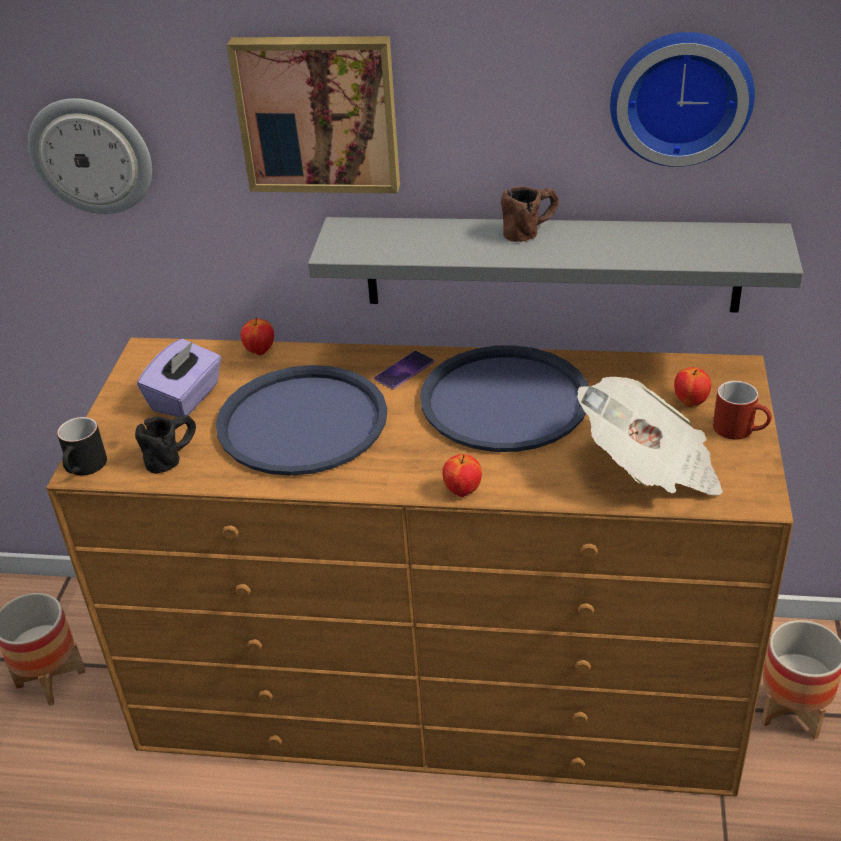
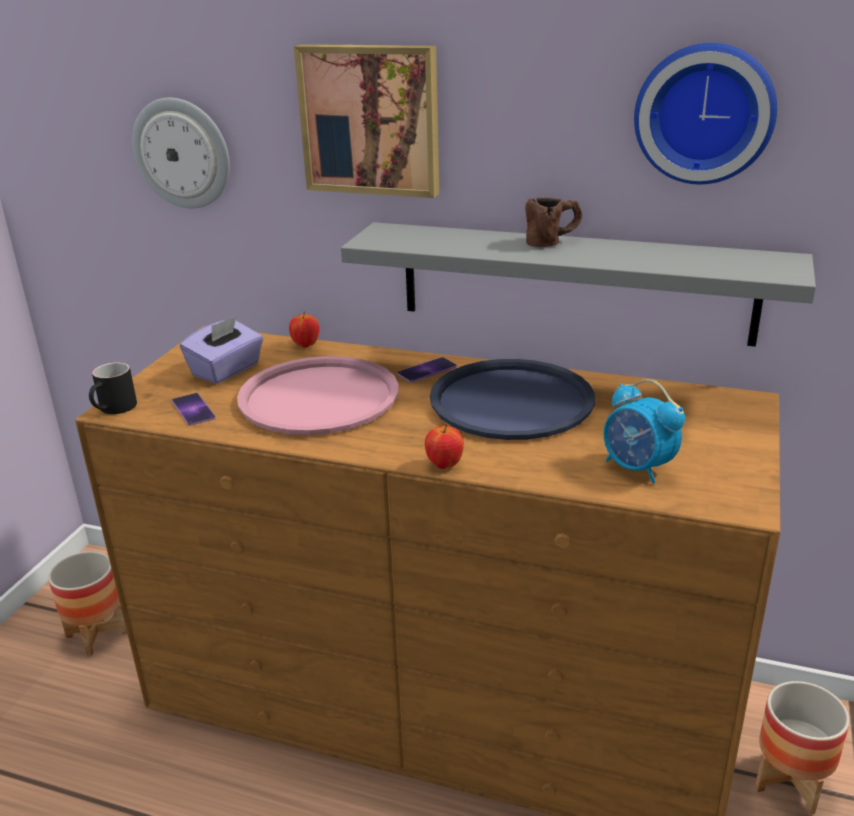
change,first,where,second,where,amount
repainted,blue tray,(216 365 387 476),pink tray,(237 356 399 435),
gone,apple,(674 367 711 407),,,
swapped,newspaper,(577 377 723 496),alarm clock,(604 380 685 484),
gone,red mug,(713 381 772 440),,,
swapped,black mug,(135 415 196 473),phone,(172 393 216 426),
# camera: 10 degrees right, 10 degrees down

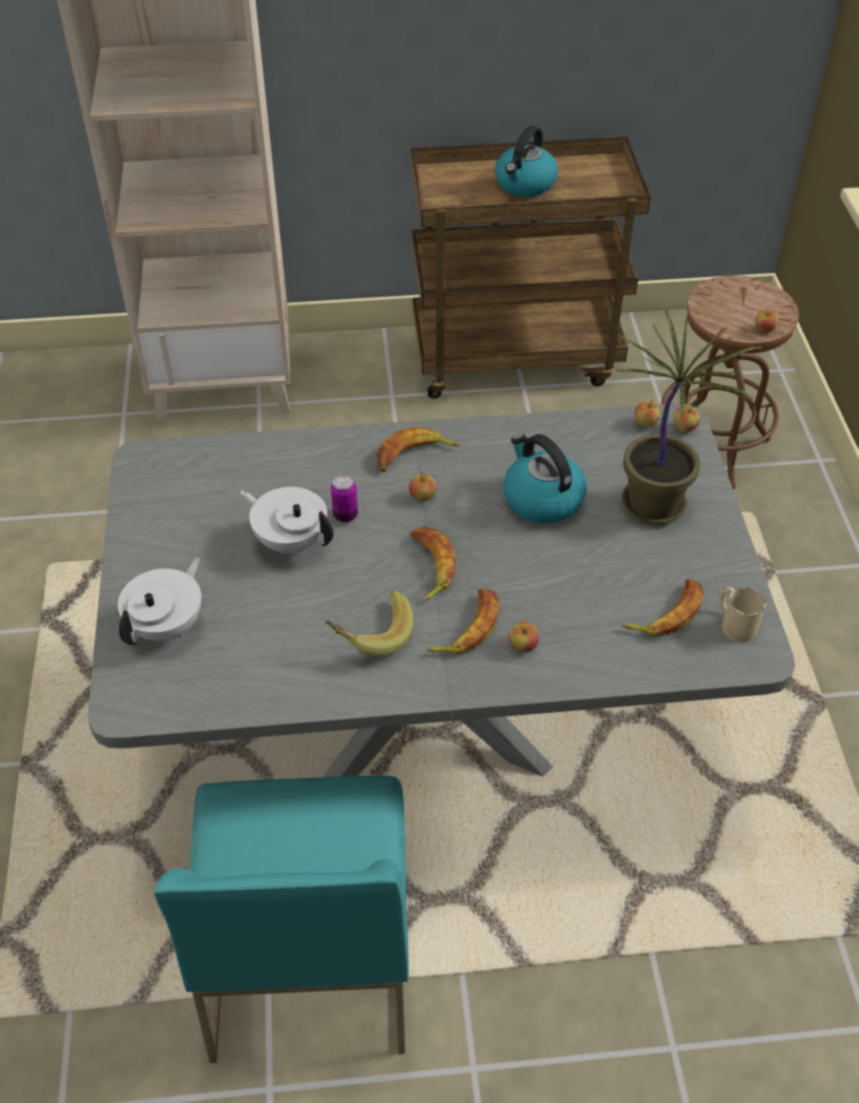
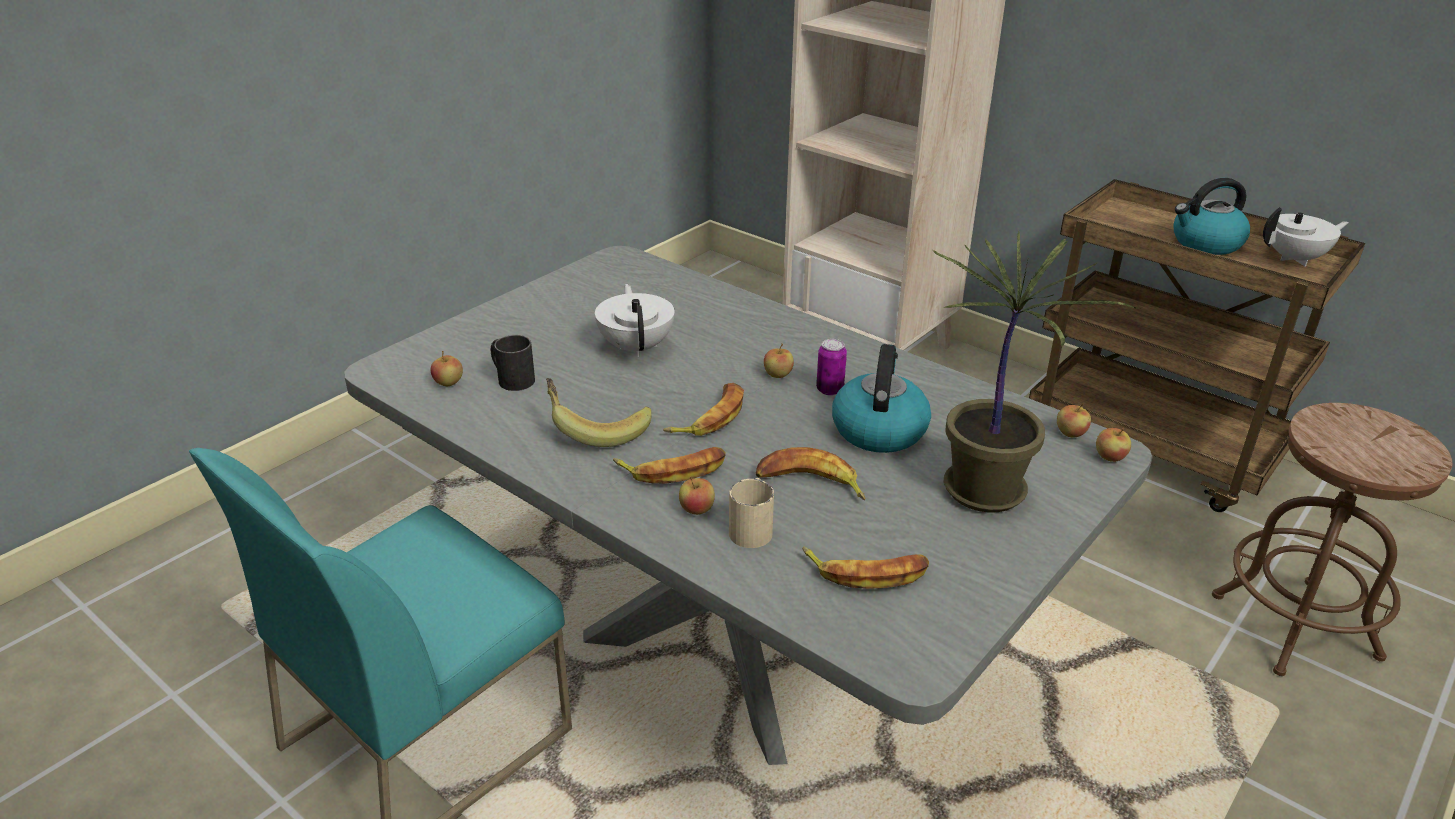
change,first,where,second,where,amount
shifted,apple,(756 309 779 333),,(431 351 463 386),
shifted,banana,(376 427 460 472),,(756 447 866 500),
shifted,can,(331 475 358 522),,(816 339 847 396),
shifted,white teapot,(118 557 202 645),,(1263 207 1349 266),
shifted,beige mug,(719 587 766 642),,(729 478 774 548),
new,,,black mug,(491 335 535 391),
# camera: 45 degrees right, 15 degrees down

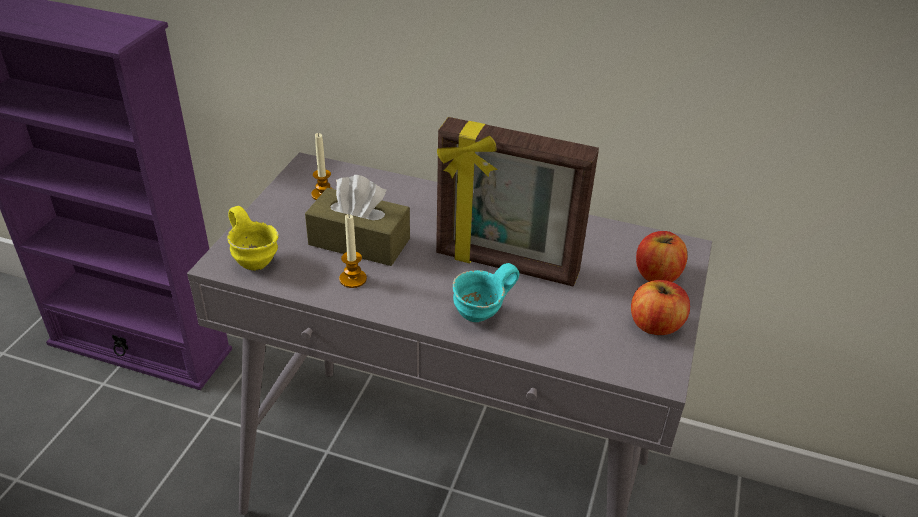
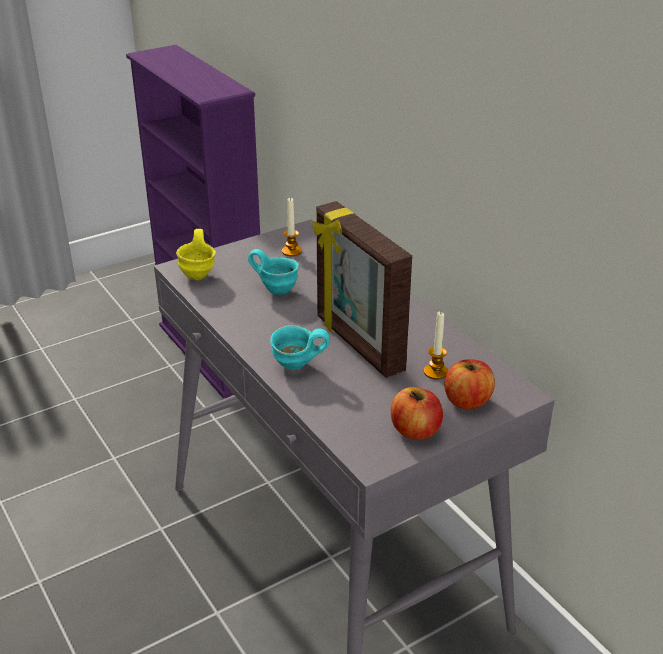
change,first,where,second,where,amount
swapped,brown tissue box,(305 175 410 266),turquoise mug,(248 249 299 295),
shifted,candle,(339 214 367 288),,(424 312 448 380),
# camera: 40 degrees right, 5 degrees down

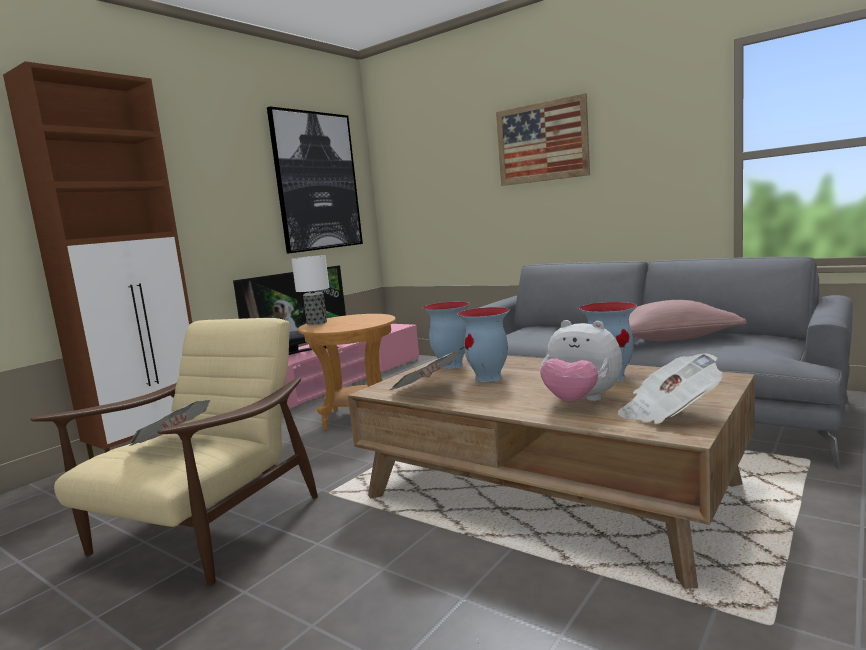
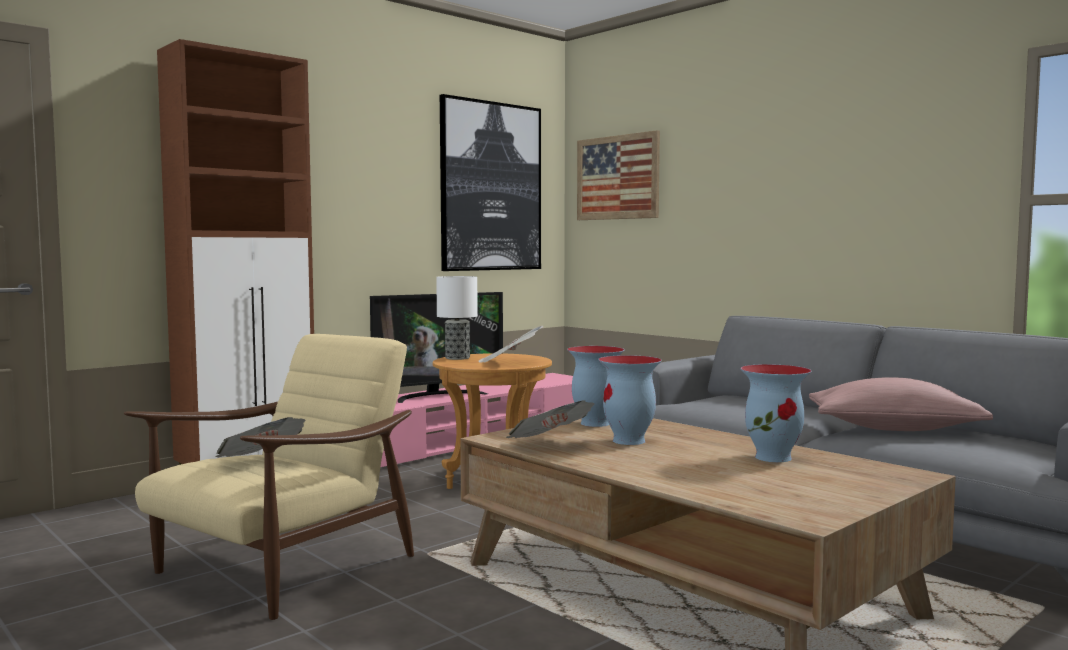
change,first,where,second,where,amount
shifted,picture,(496 93 590 186),,(577 130 660 220),
gone,plush toy,(540 320 622 402),,,
shifted,newspaper,(618 353 723 424),,(479 326 543 363),
# camera: 10 degrees right, 5 degrees down

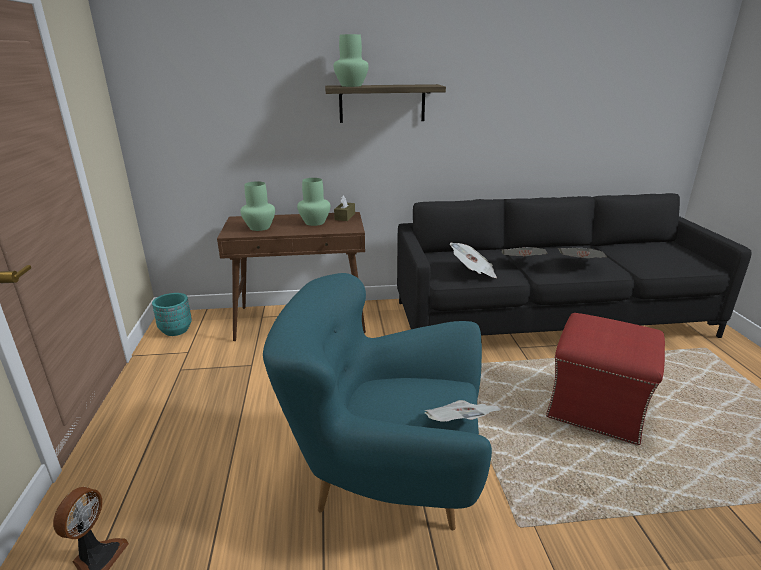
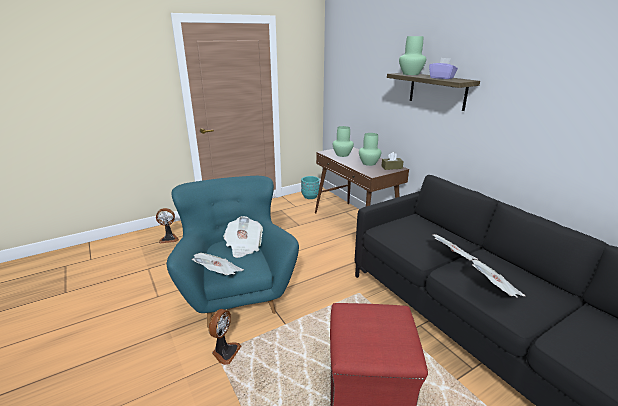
change,first,where,second,where,amount
shifted,newspaper,(450 243 497 278),,(223 216 263 258),
new,,,purple tissue box,(429 58 458 79),
new,,,fan,(208 309 241 365),
# camera: 65 degrees right, 0 degrees up

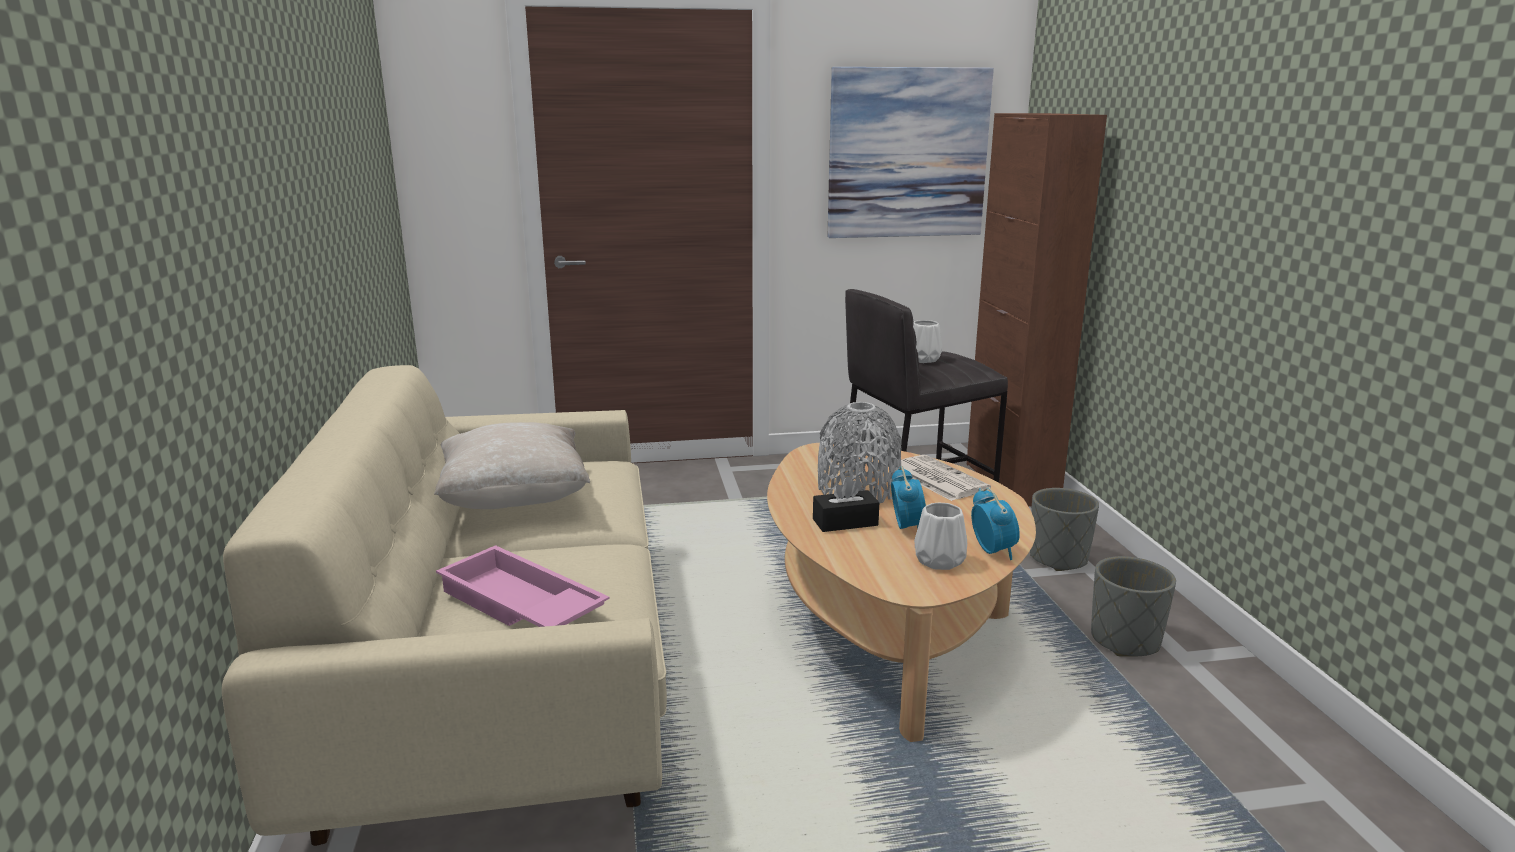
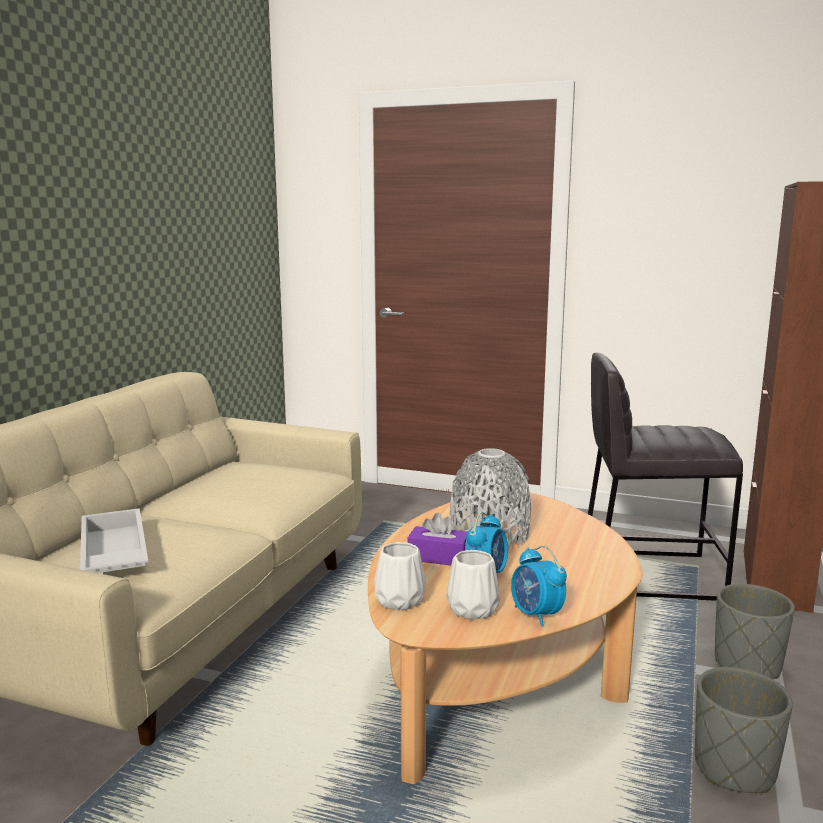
change,first,where,second,where,amount
gone,picture,(827 67 994 238),,,
shifted,white vase,(913 320 942 363),,(374 542 426 610),
gone,beige pillow,(434 422 590 509),,,
gone,newspaper,(901 455 991 501),,,
repainted,black tissue box,(813 476 879 532),purple tissue box,(408 513 468 565),
rotated,alarm clock,(971 488 1020 560),,(511 546 567 627),135 degrees clockwise
repainted,pink tray,(436 545 610 627),white tray,(80 508 148 573),
# camera: 30 degrees right, 5 degrees down

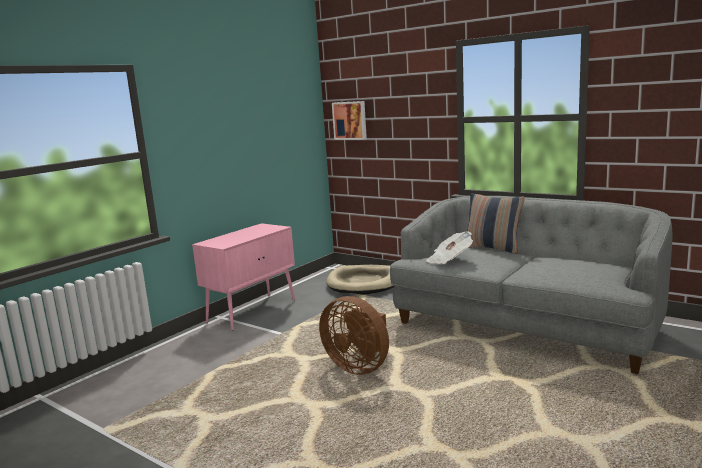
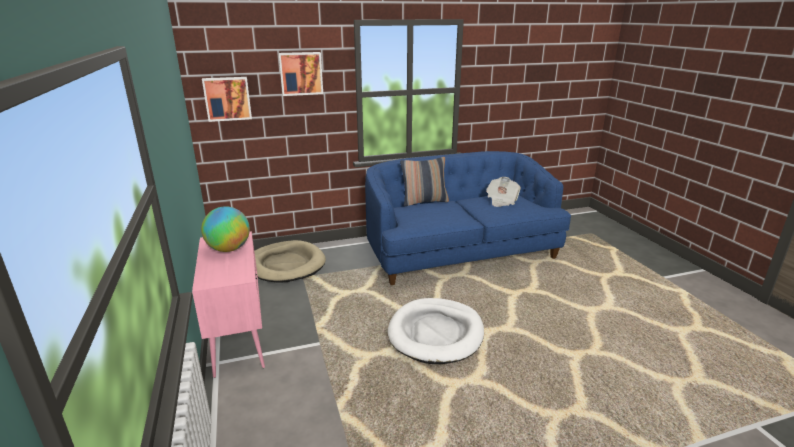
change,first,where,second,where,amount
repainted,grey sofa,(390 196 672 374),blue sofa,(365 151 571 285),
shifted,newspaper,(426 231 473 264),,(486 177 521 207),
swapped,brown fan,(319 296 389 375),white dog bed,(388 298 484 364),
new,,,picture,(278 52 323 96),
new,,,globe,(201 206 250 252),
# camera: 55 degrees left, 10 degrees up

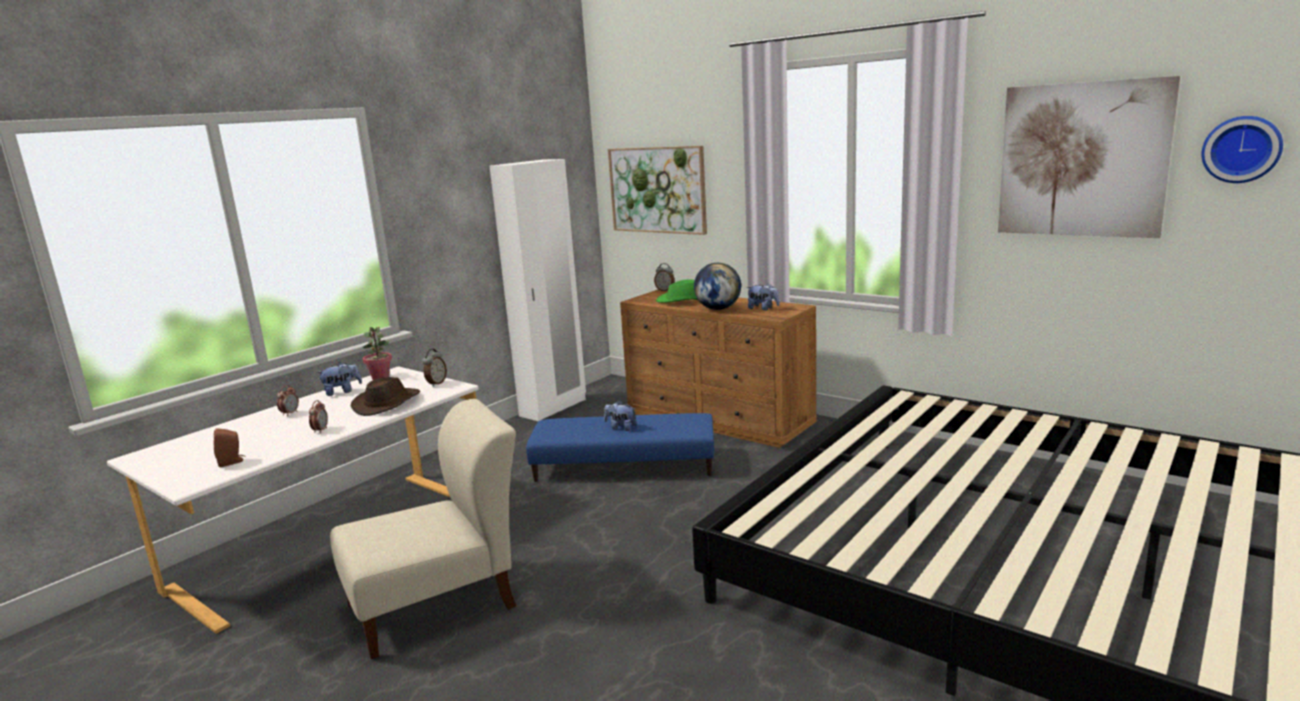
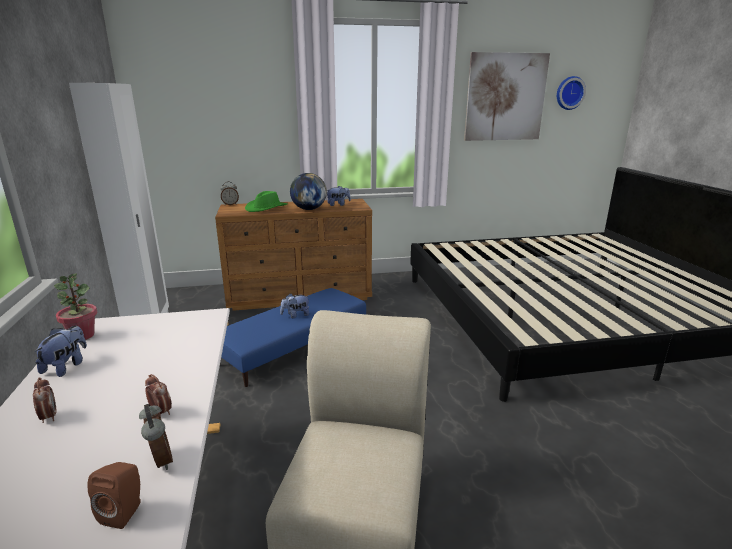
change,first,where,second,where,amount
gone,picture,(608 146 707 235),,,
shifted,alarm clock,(422 349 447 387),,(139 404 173 470),
gone,brown hat,(351 377 420 416),,,
# camera: 50 degrees left, 5 degrees up

